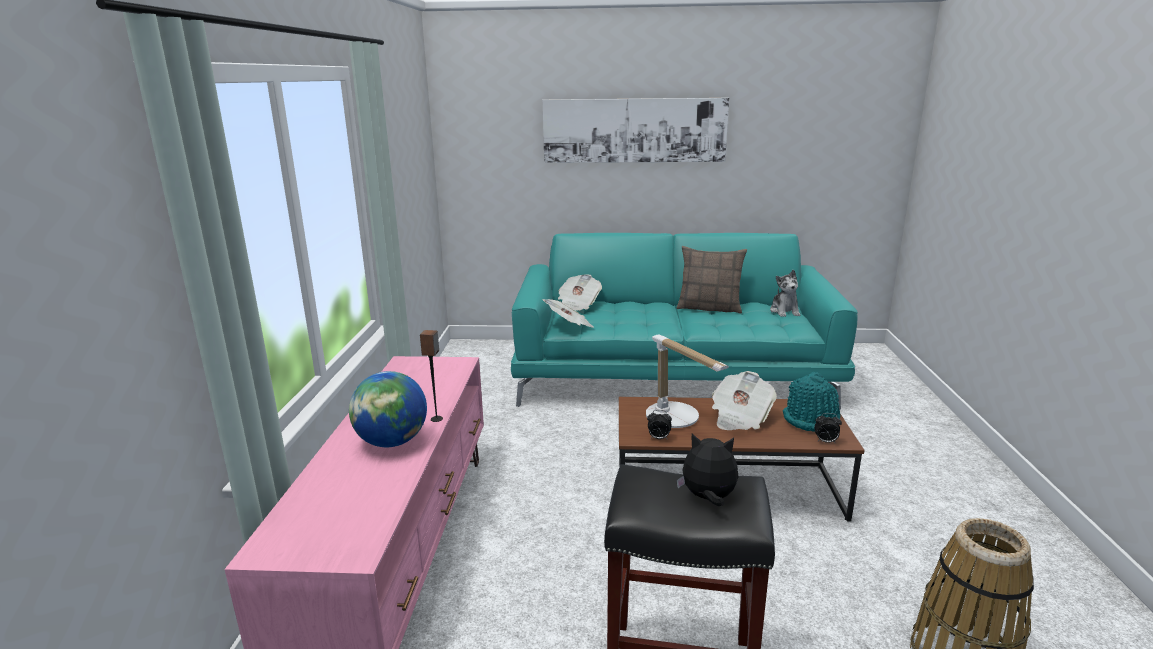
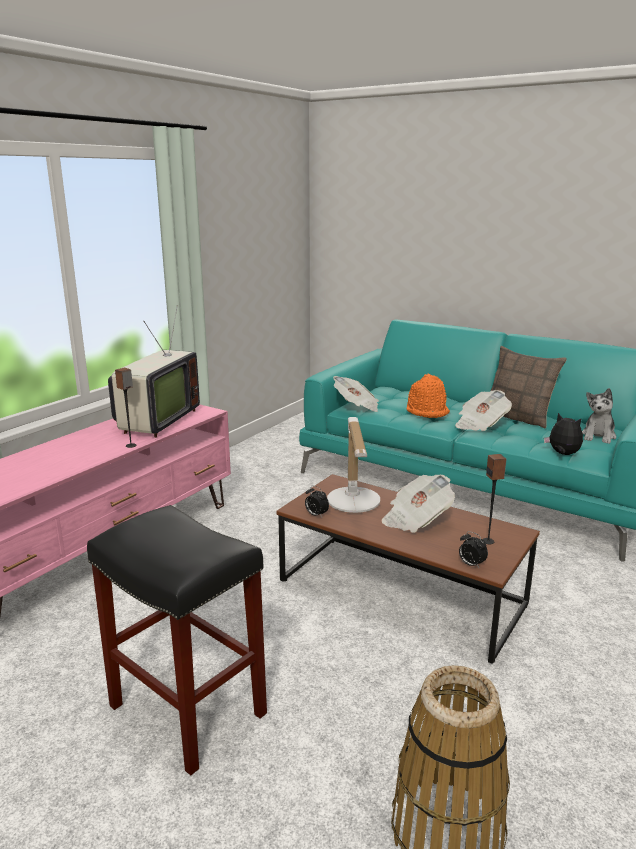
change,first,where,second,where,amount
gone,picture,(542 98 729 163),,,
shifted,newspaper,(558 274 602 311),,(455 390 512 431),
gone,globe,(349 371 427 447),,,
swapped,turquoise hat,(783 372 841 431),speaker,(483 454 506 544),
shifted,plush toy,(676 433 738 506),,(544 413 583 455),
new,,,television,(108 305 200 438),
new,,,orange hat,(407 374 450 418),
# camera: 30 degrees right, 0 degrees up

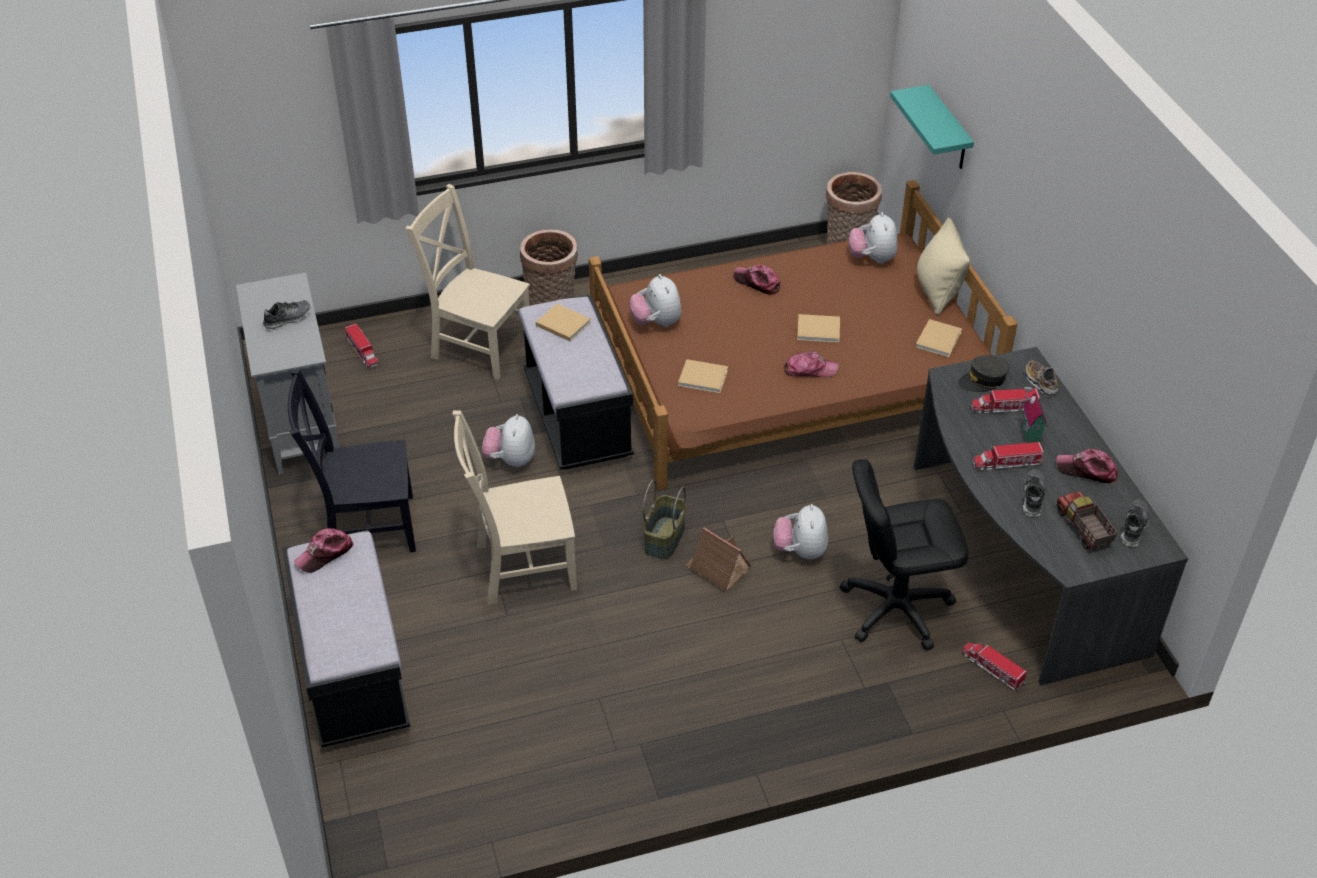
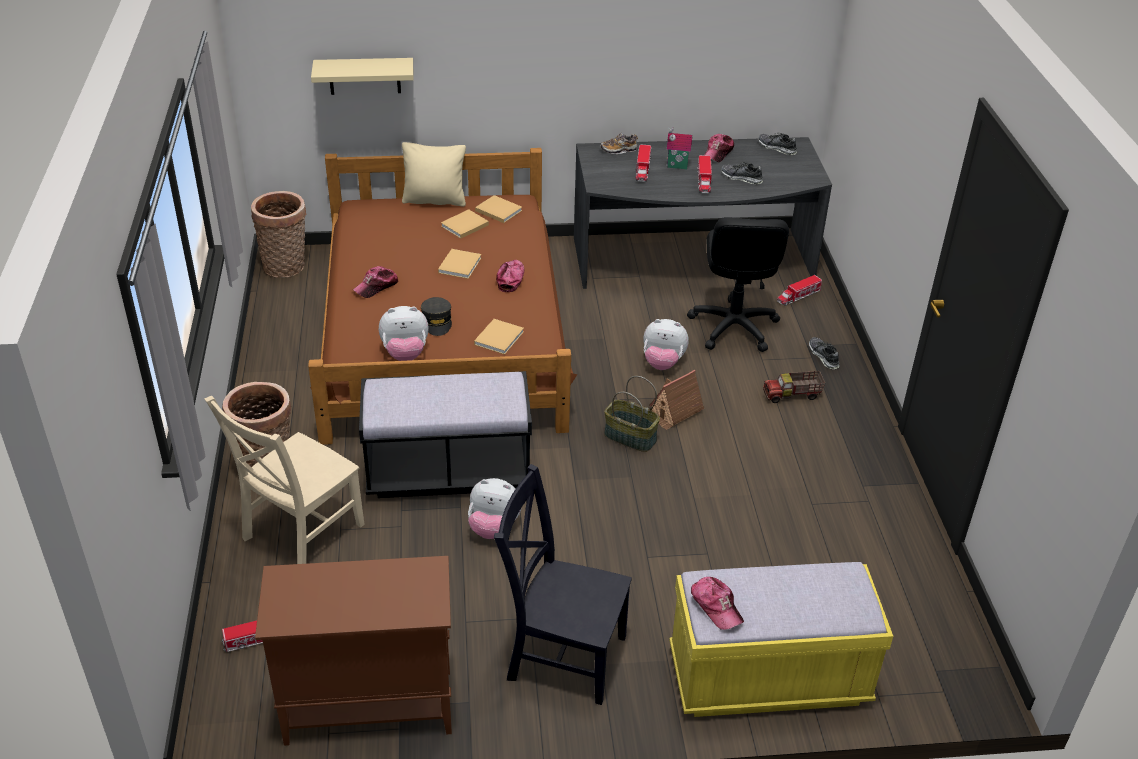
change,first,where,second,where,amount
repainted,turquoise shelf,(890 85 974 169),beige shelf,(311 58 413 95),
gone,plush toy,(848 212 898 264),,,
repainted,grey cabinet,(236 273 339 475),brown cabinet,(255 556 452 746),
shifted,shoe,(263 300 311 330),,(809 337 839 369),
shifted,beige book,(536 304 591 341),,(441 209 489 238),
shifted,grey cap,(958 355 1009 392),,(421 297 452 336),
rotated,black chair,(288 369 416 552),,(494 464 632 705),105 degrees clockwise
gone,beige chair,(452 410 577 606),,,
shifted,toy truck,(1056 491 1118 549),,(763 371 825 403),
repainted,black bench,(282 530 410 748),yellow bench,(669 562 893 717),
# camera: 80 degrees left, 5 degrees down

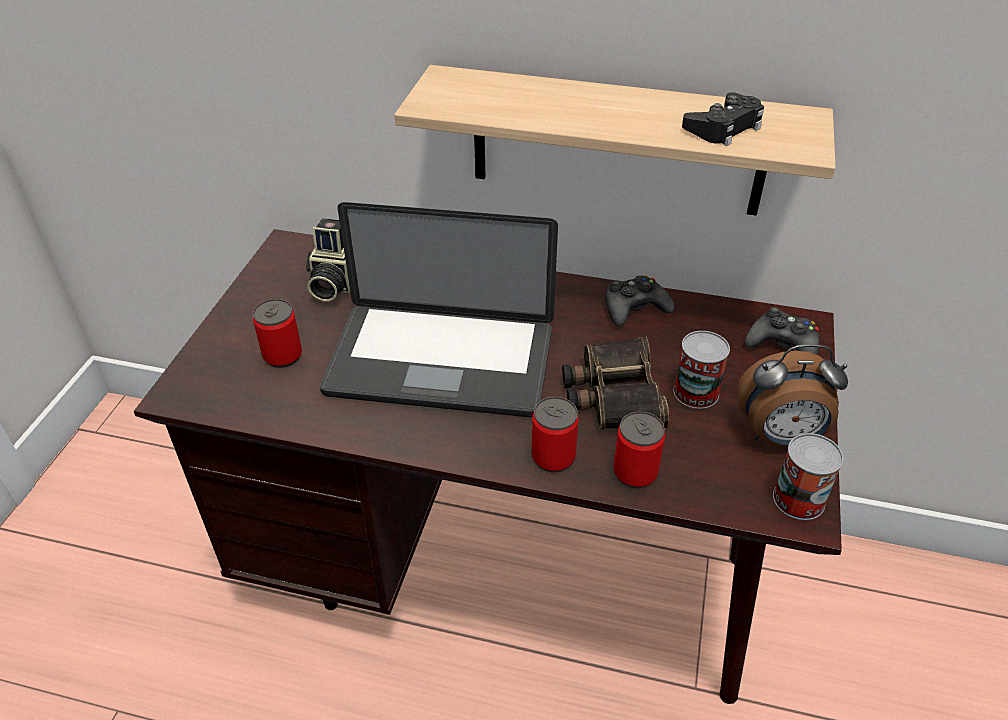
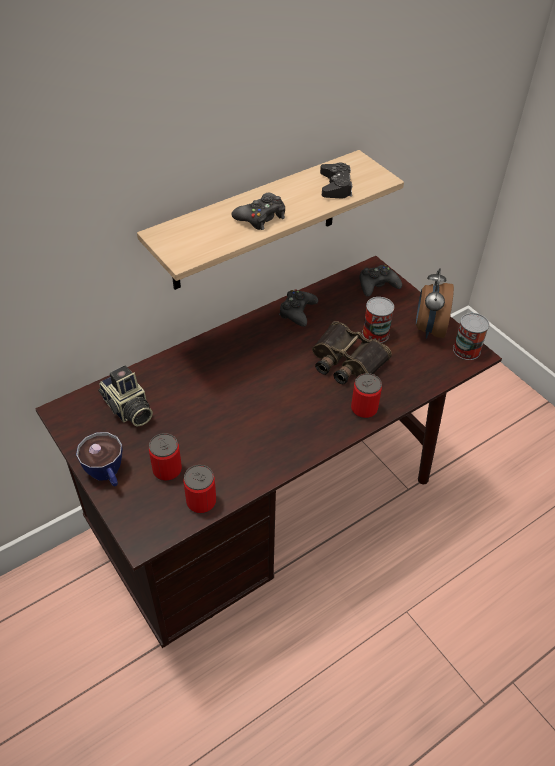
change,first,where,second,where,amount
gone,laptop,(320 202 558 417),,,
rotated,alarm clock,(736 344 848 447),,(416 268 454 339),150 degrees clockwise
shifted,can,(613 411 665 488),,(184 465 216 514),
new,,,black game controller,(231 193 285 230),
new,,,cup,(76 432 123 487),
# camera: 50 degrees left, 5 degrees up

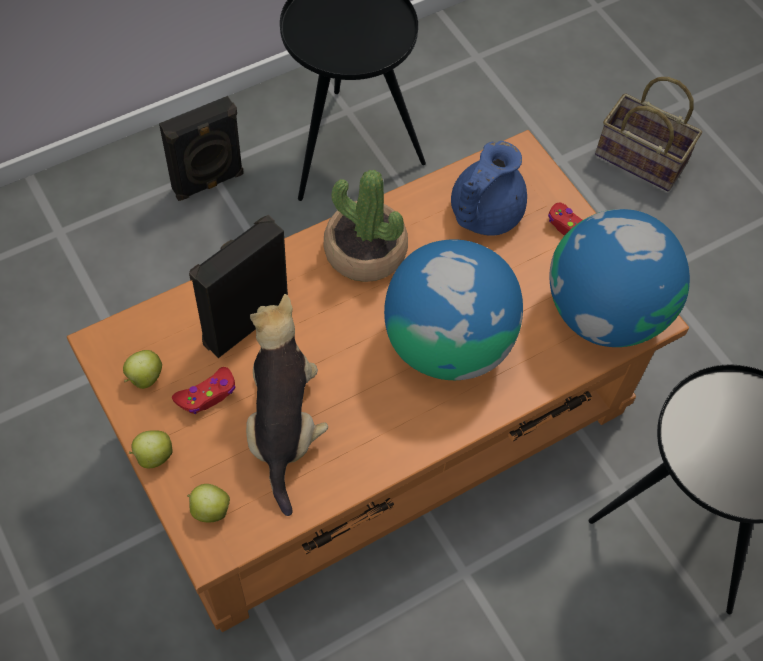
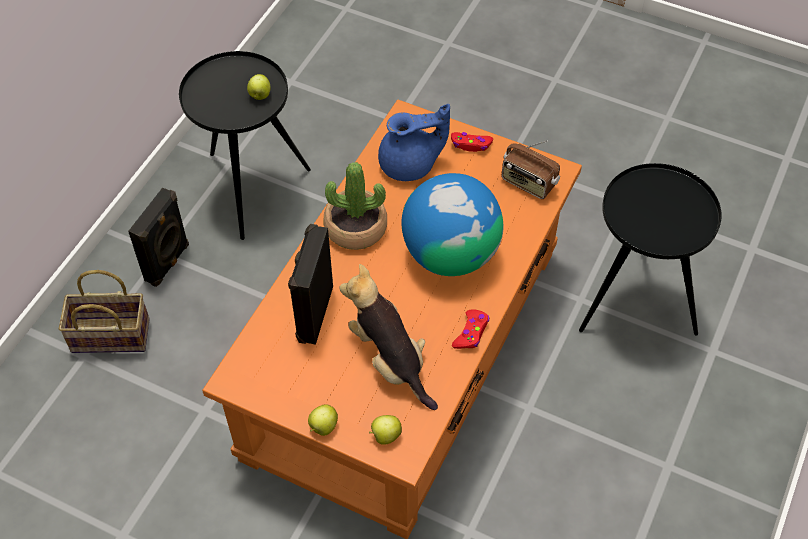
change,first,where,second,where,amount
shifted,basket,(595 77 702 192),,(59 270 150 353),
rotated,blue teapot,(451 141 527 236),,(378 104 450 181),105 degrees counterclockwise
swapped,globe,(550 209 690 347),radio,(502 140 560 199),
shifted,apple,(123 350 162 389),,(247 74 271 100),
shifted,red game controller,(172 367 235 414),,(452 309 489 349),
# camera: 30 degrees left, 5 degrees down

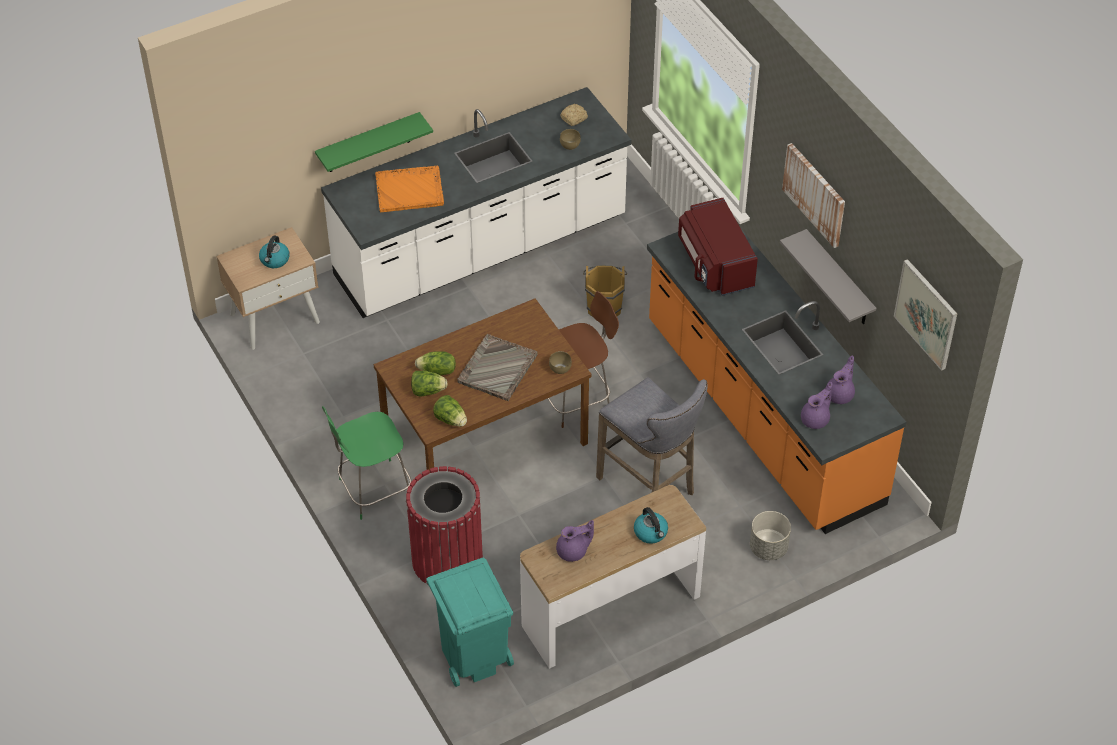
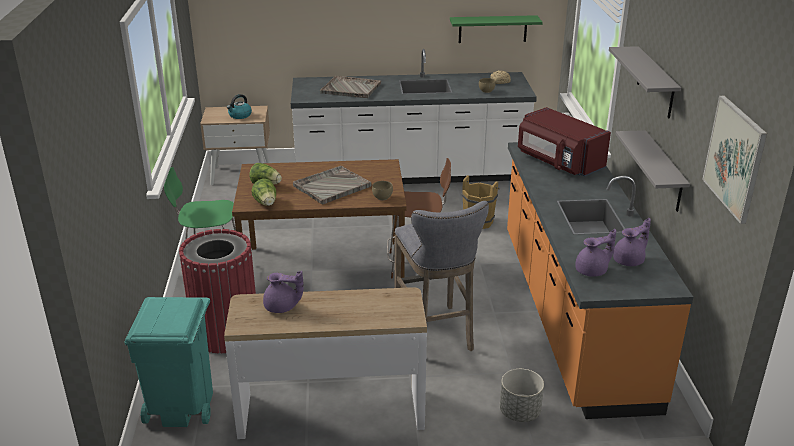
change,first,where,second,where,amount
shifted,green shelf,(315 112 433 172),,(450 15 543 43),
swapped,picture,(782 143 845 248),grey shelf,(609 46 681 119),
repainted,orange tray,(375 165 444 212),grey tray,(320 76 381 98),
rotated,red microwave,(678 198 758 296),,(518 107 611 177),45 degrees counterclockwise
gone,lettuce,(415 351 456 375),,,
gone,kettle,(634 507 668 544),,,
# camera: 25 degrees right, 20 degrees down

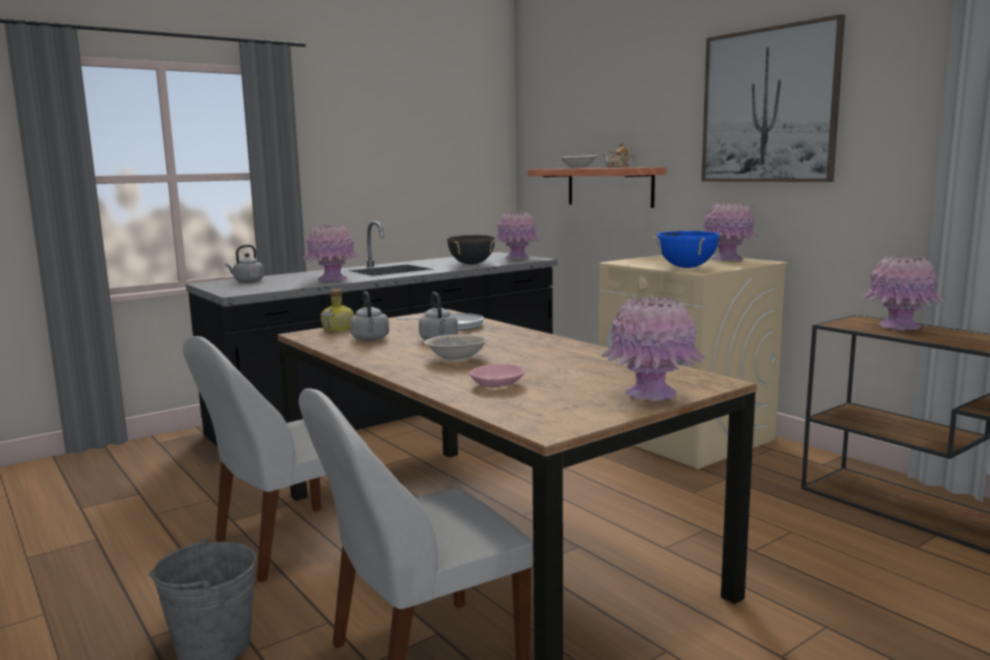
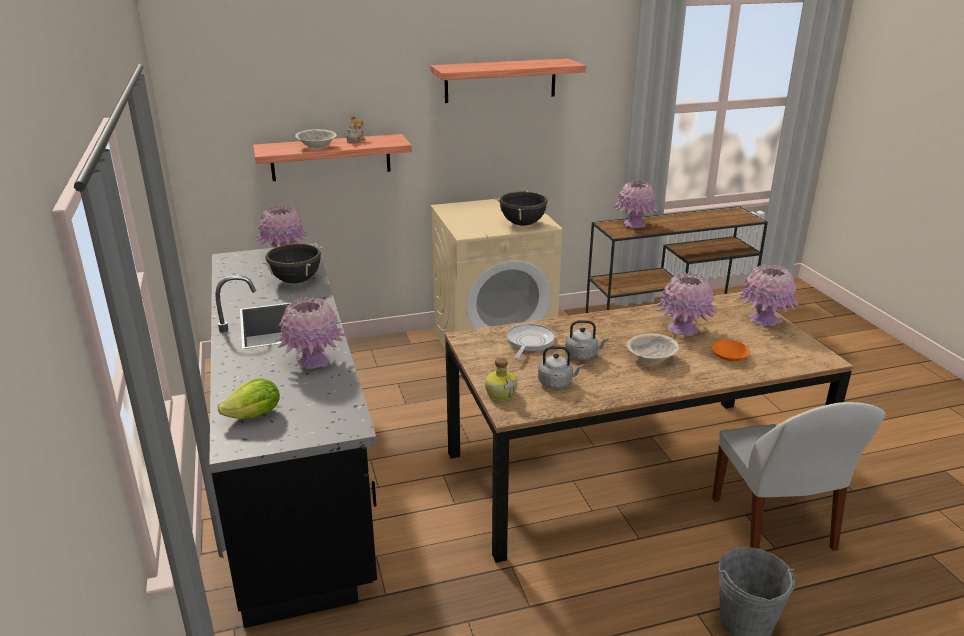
change,first,where,second,where,amount
swapped,picture,(701 14 845 182),shelf,(430 58 586 103),
shifted,pink vase,(703 202 759 261),,(655 272 717 336),
repainted,blue cooking pot,(652 231 723 268),black cooking pot,(494 191 553 226),
swapped,grey kettle,(225 245 264 282),lettuce,(218 378 280 419),
gone,white chair,(183 336 326 582),,,
repainted,pink bowl,(470 364 525 388),orange bowl,(712 339 750 362),
# camera: 70 degrees left, 15 degrees up

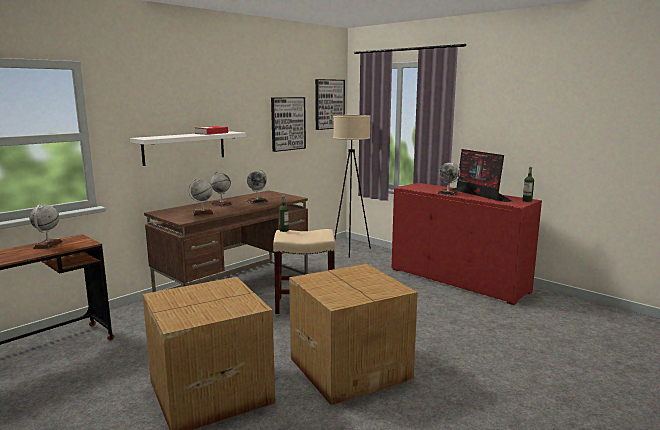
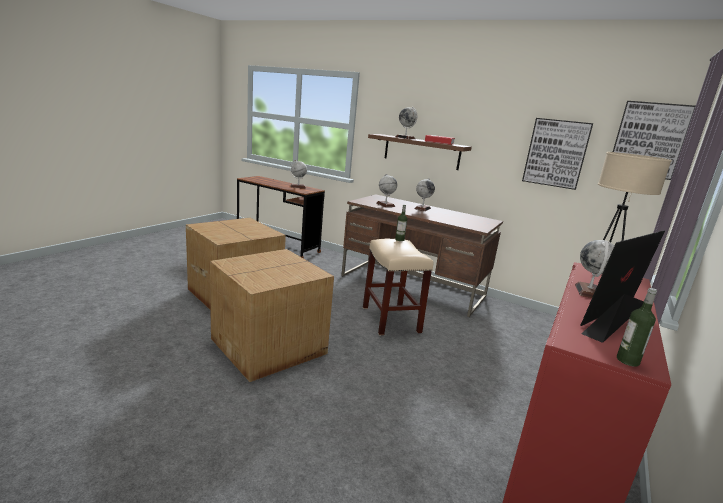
change,first,where,second,where,amount
repainted,white shelf,(130 131 246 166),brown shelf,(368 134 472 170),
shifted,globe,(247 170 268 204),,(396 107 417 139),
# camera: 75 degrees right, 5 degrees up

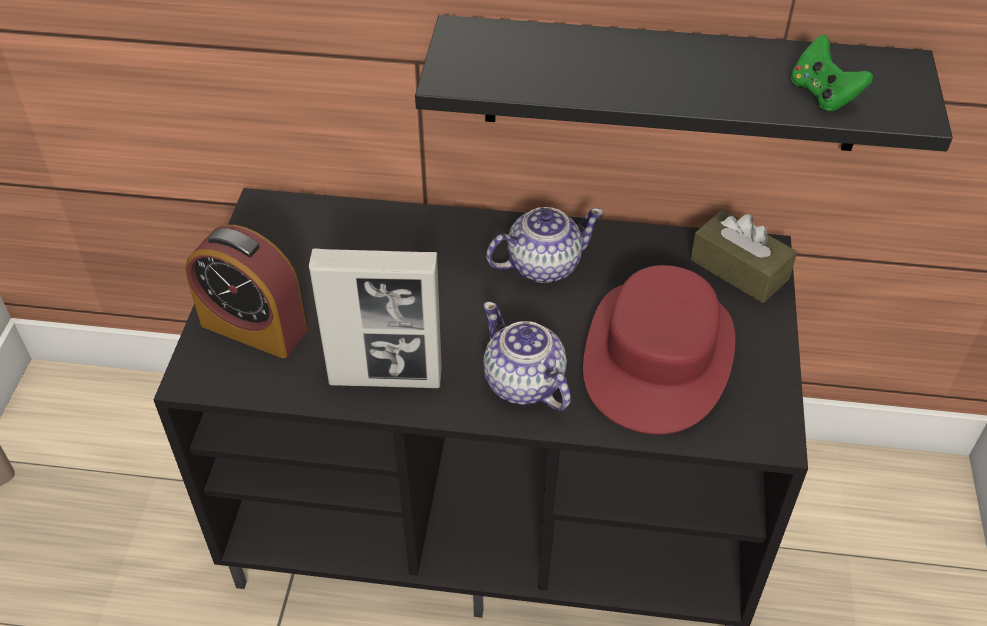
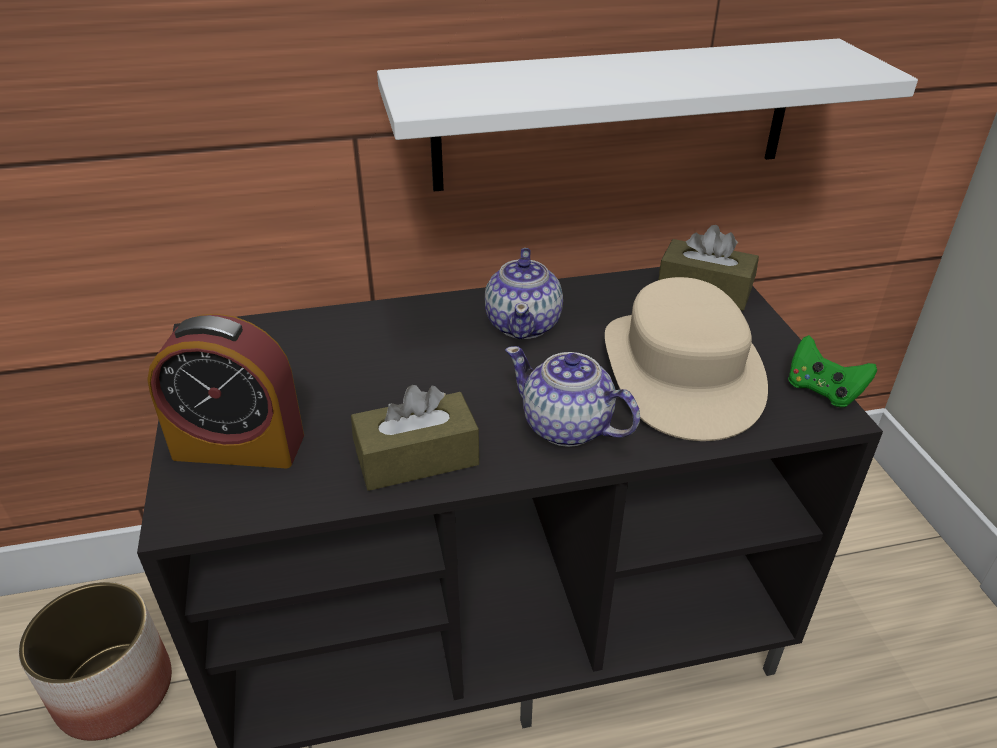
change,first,where,second,where,amount
repainted,black shelf,(415 15 953 151),white shelf,(377 38 918 192),
shifted,green game controller,(791 34 873 112),,(788 335 877 408),
rotated,teapot,(486 207 604 283),,(485 248 563 339),135 degrees clockwise
swapped,picture frame,(309 248 442 388),brown tissue box,(351 385 479 491),
repainted,red hat,(583 265 735 435),beige hat,(605 277 768 441),
new,,,planter,(19 582 172 741),
# camera: 20 degrees left, 10 degrees down

